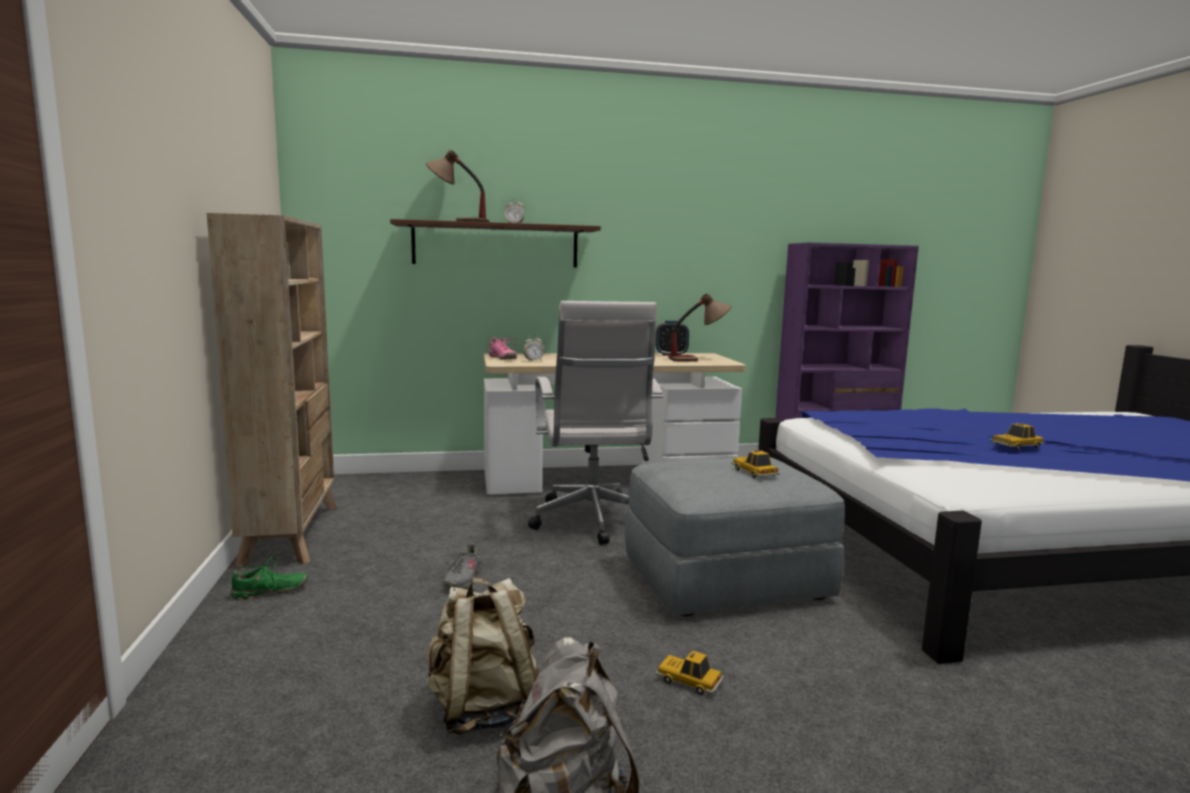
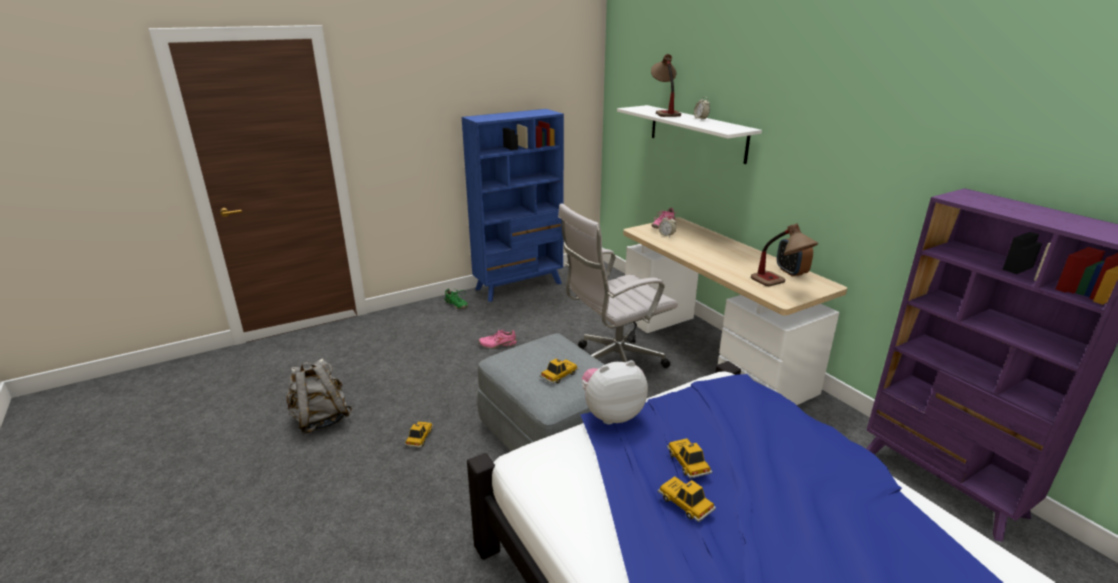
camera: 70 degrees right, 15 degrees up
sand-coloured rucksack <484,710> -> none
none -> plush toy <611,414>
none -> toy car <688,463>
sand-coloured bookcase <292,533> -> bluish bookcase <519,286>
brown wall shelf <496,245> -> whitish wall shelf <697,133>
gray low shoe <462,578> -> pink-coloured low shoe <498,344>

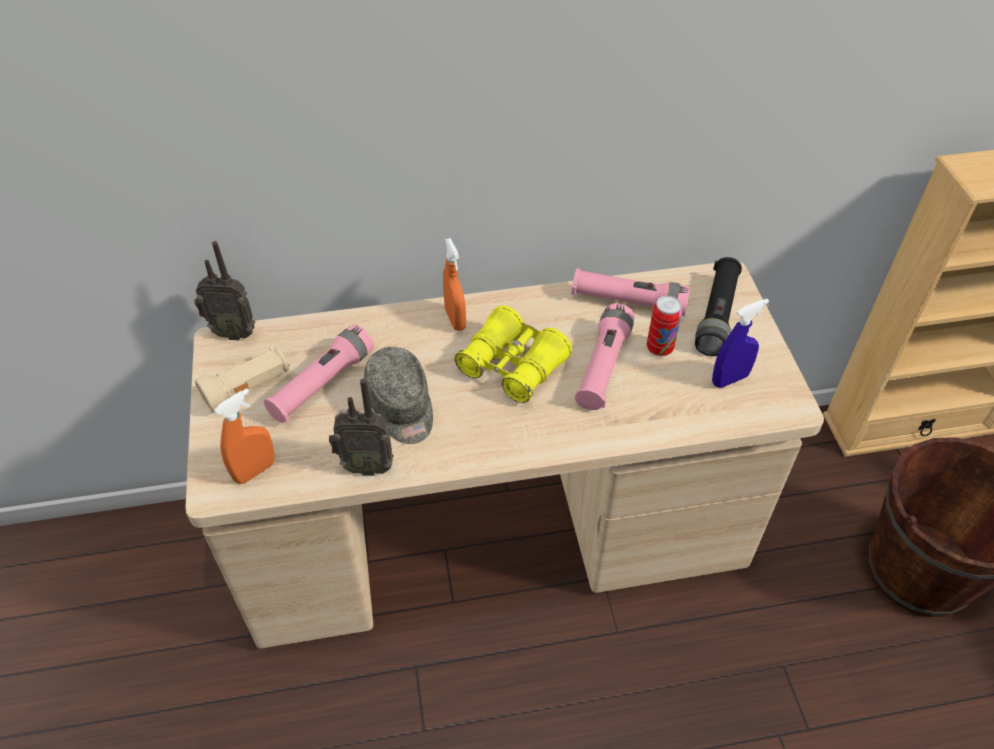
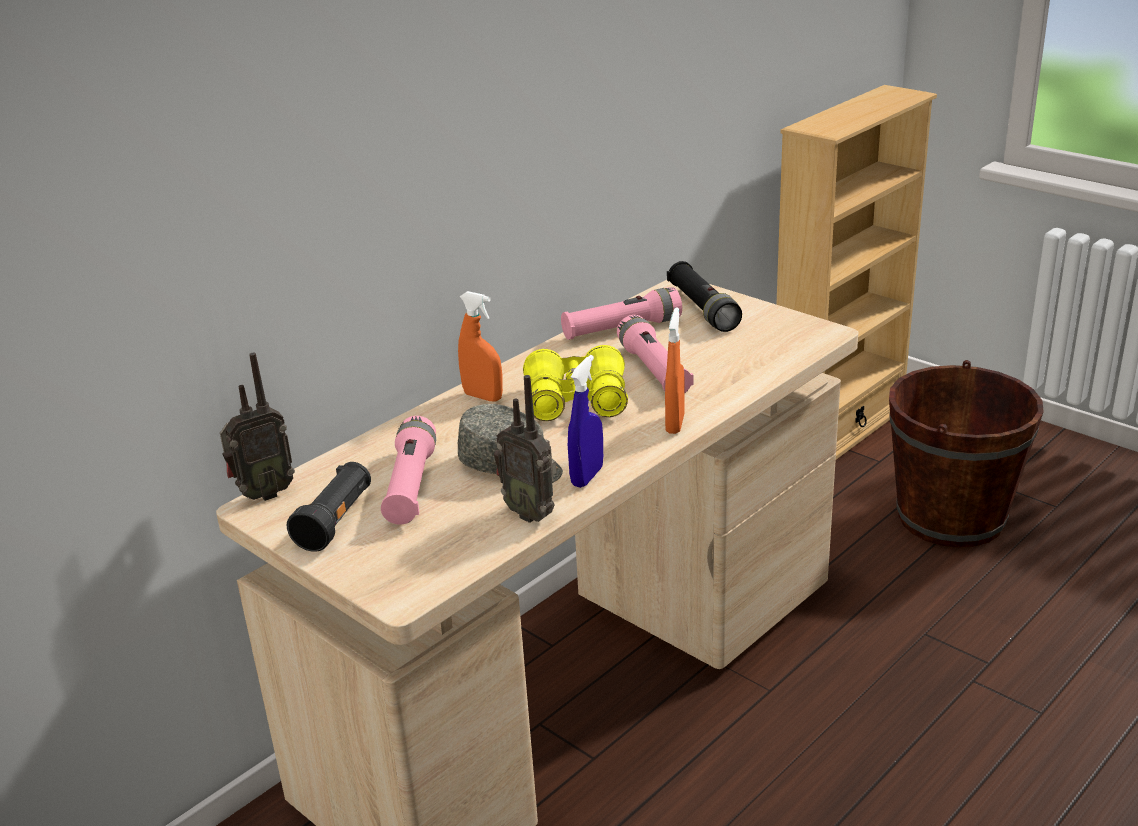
camera: 35 degrees left, 20 degrees down
sealed can <659,348> -> none
orangey sprayer <255,471> -> orangey sprayer <675,424>, move
bluish sprayer <730,379> -> bluish sprayer <587,476>, move
sand-coloured flashlight <248,388> -> blackish flashlight <336,521>
radio <366,465> -> radio <531,513>, 75 degrees clockwise

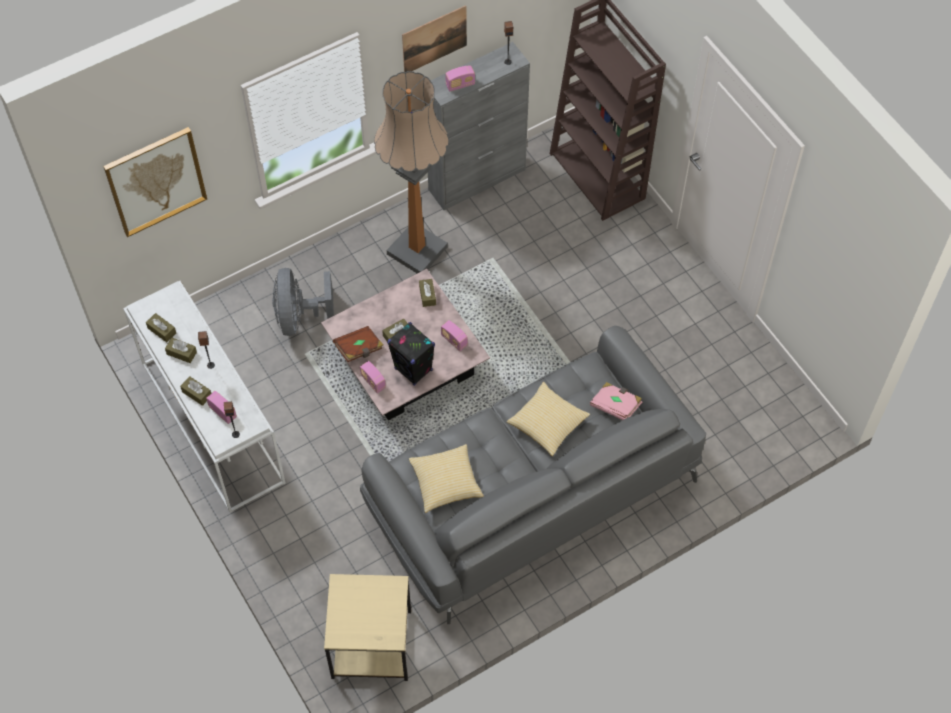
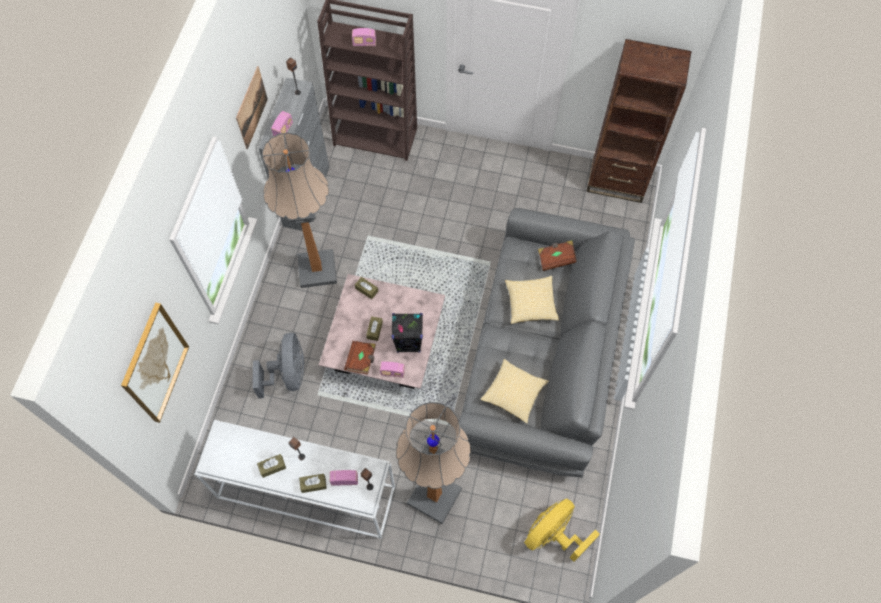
camera: 45 degrees left, 5 degrees up
brown tissue box <162,330> -> none
none -> standing lamp <434,496>
none -> brown bookcase <616,181>
radio <454,340> -> radio <364,43>, move
sand-coloured accent table <370,645> -> yellow electric fan <553,535>
pink-coloured bound book <615,406> -> brown bound book <556,258>
gray electric fan <299,317> -> gray electric fan <288,374>, 135 degrees counterclockwise

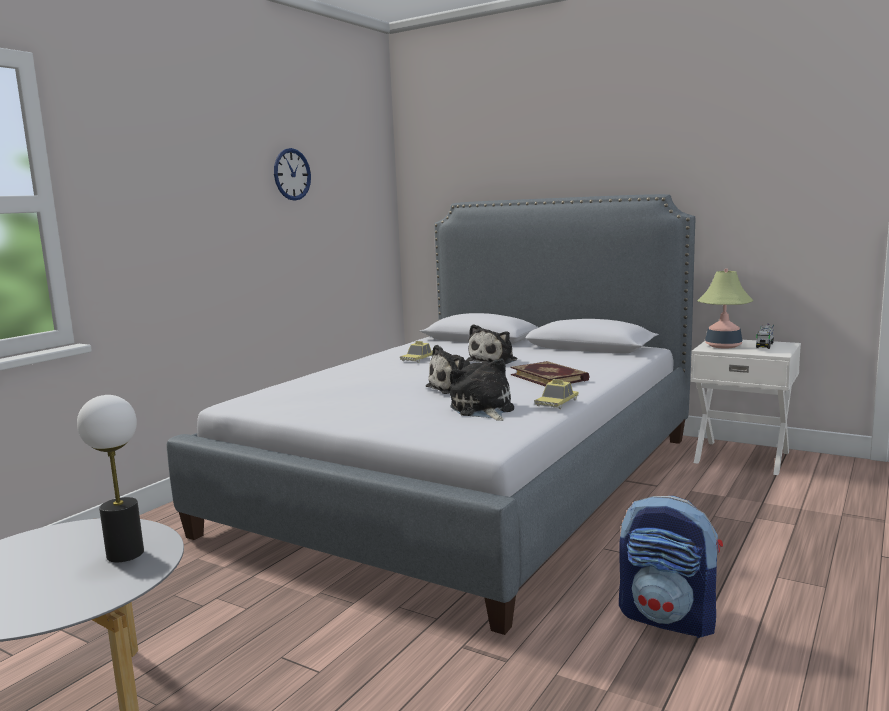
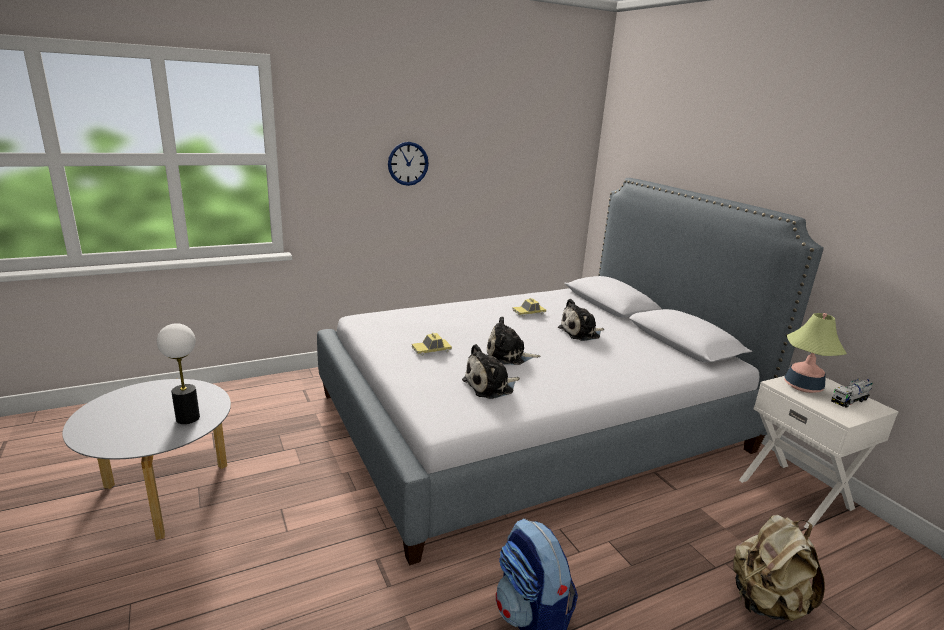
camera: 30 degrees right, 10 degrees up
bound book <550,377> -> none
none -> sand-coloured rucksack <766,602>
wall clock <292,174> -> wall clock <408,163>, move
toy car <556,403> -> toy car <431,350>, move
plush toy <483,409> -> plush toy <490,386>, 135 degrees counterclockwise

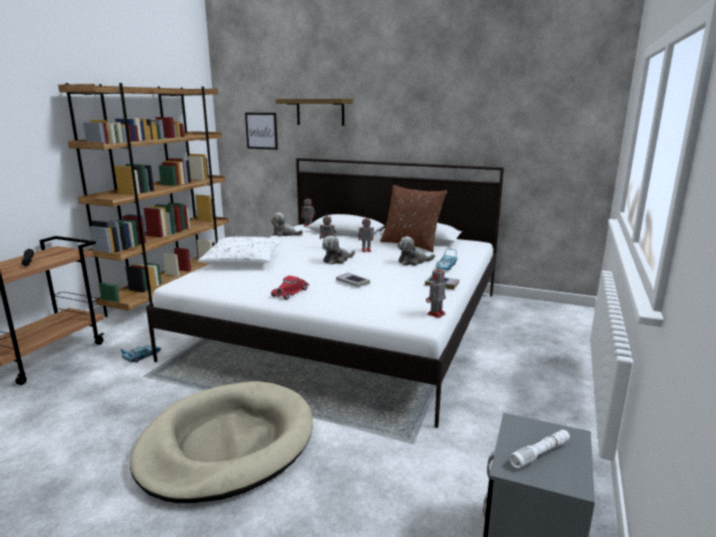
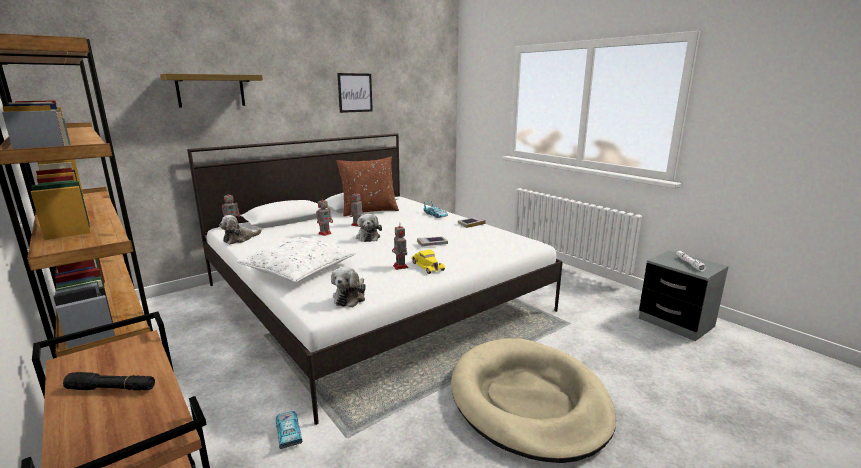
camera: 60 degrees left, 0 degrees up
wall picture <261,131> -> wall picture <355,92>, move
plush toy <413,262> -> plush toy <350,297>, move
toy robot <435,314> -> toy robot <400,267>, move
reddish toy car <291,292> -> yellow toy car <427,266>

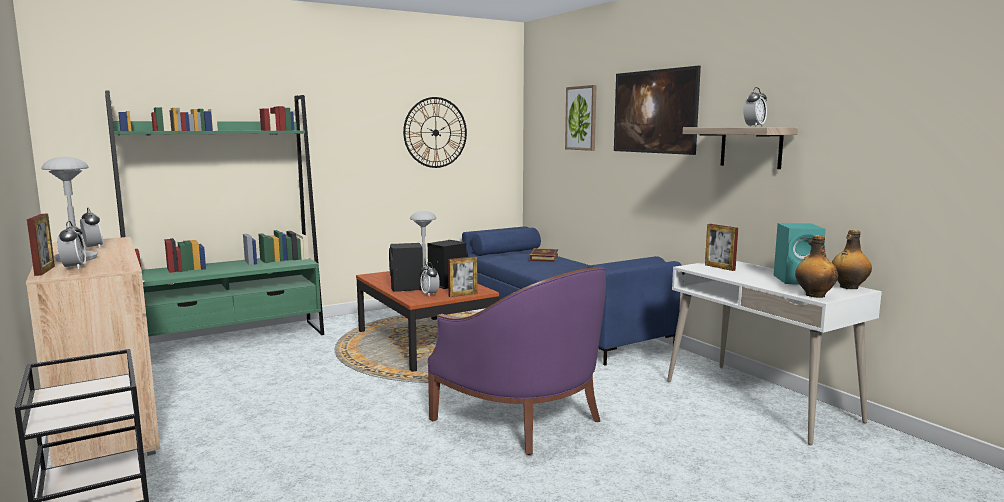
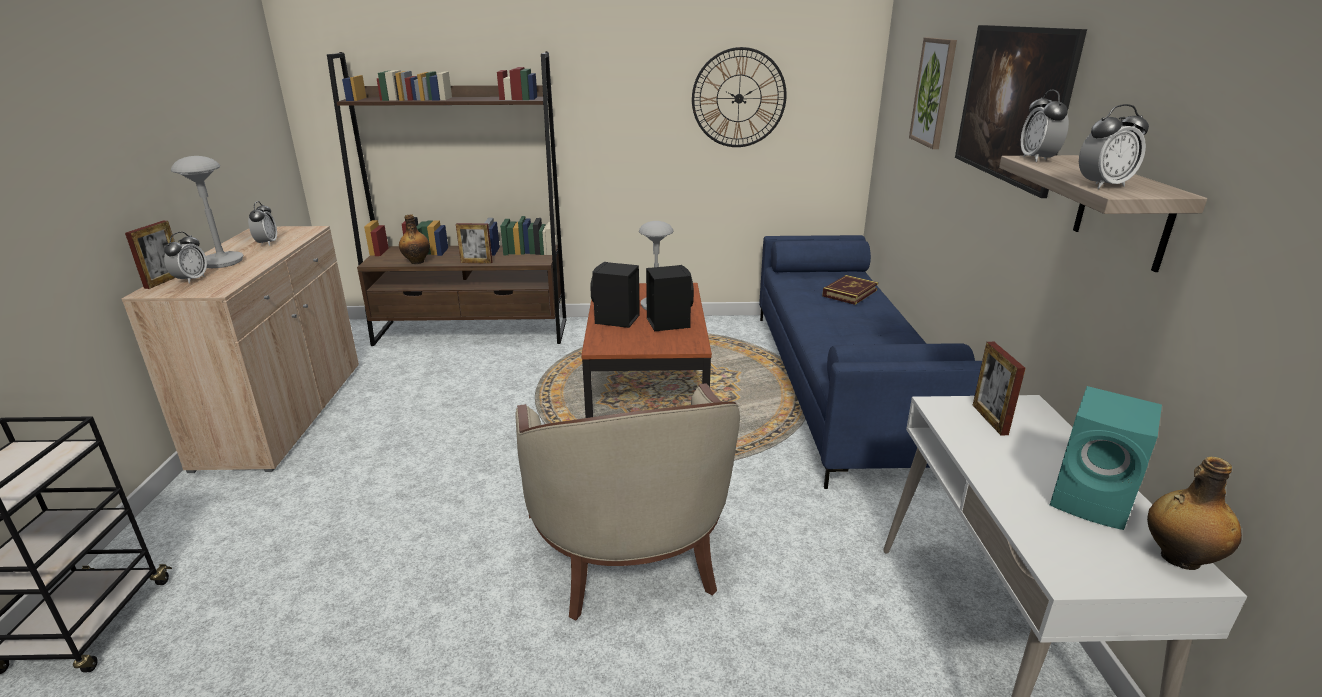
camera: 30 degrees right, 15 degrees up
alarm clock <430,294> -> alarm clock <1037,159>, move
standing frame <463,295> -> standing frame <476,262>, move
bottle <814,295> -> bottle <417,261>, move
greenish bookcase <232,341> -> brown bookcase <473,332>
purplish armchair <522,418> -> sand-coloured armchair <628,550>

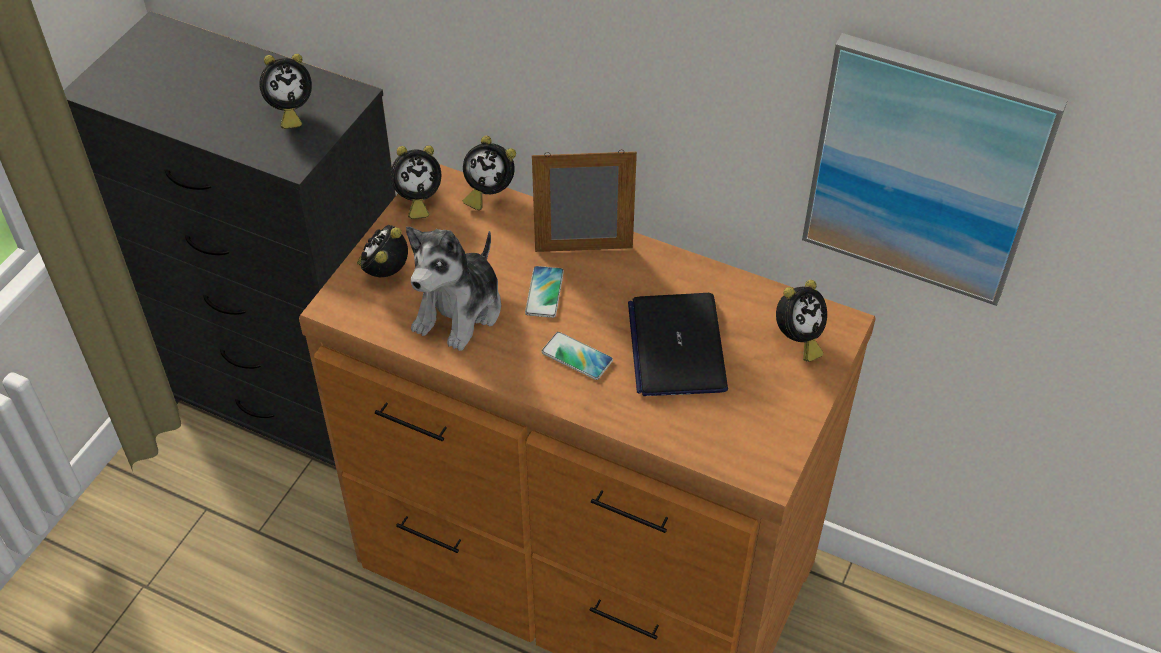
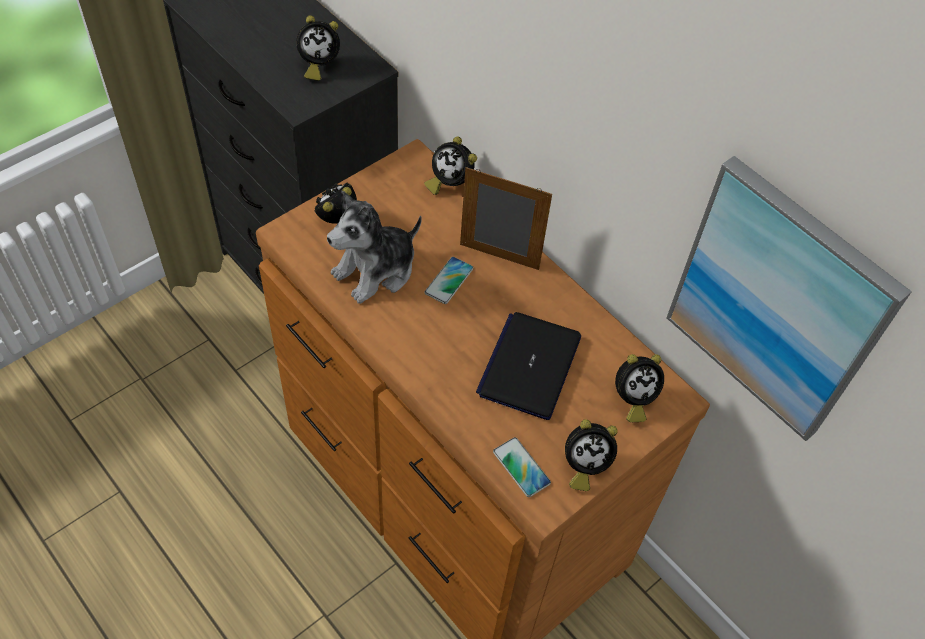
camera: 20 degrees right, 5 degrees up
alarm clock <417,200> -> alarm clock <583,465>, move
handset <577,357> -> handset <521,467>, move

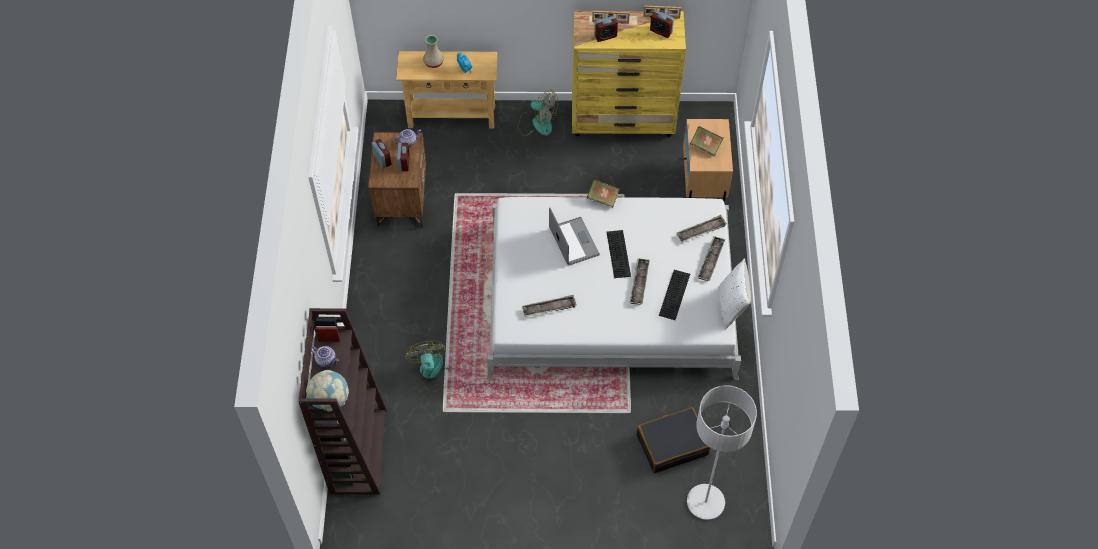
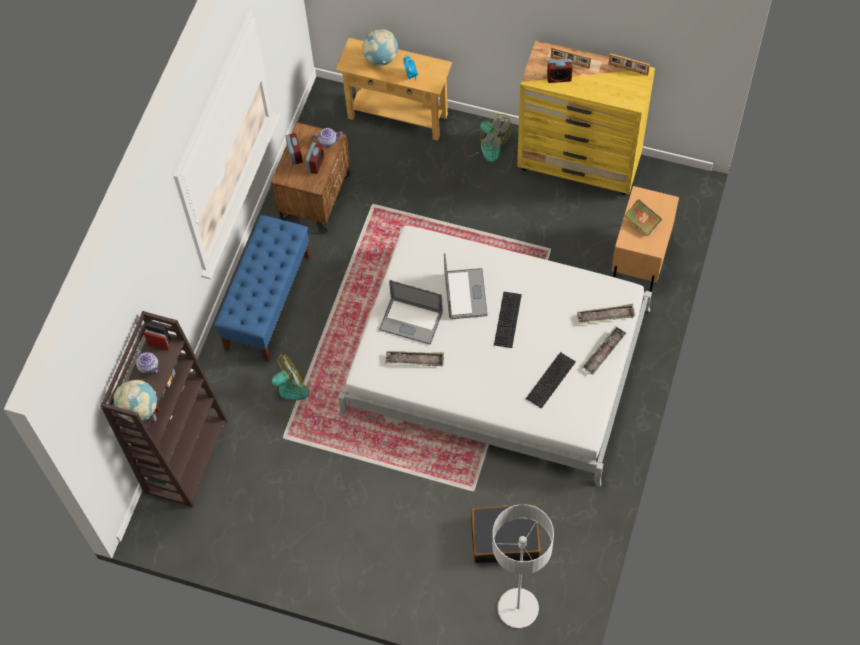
camera: 20 degrees right, 5 degrees up
bound book <603,199> -> none
carrying tray <639,283> -> none
alarm clock <661,31> -> none
whitish throw pillow <731,307> -> none
none -> bluish long seat <268,302>
none -> portable computer <411,321>
sand-coloured vase <434,62> -> desk globe <381,58>
electric fan <433,372> -> electric fan <286,394>, 60 degrees clockwise

